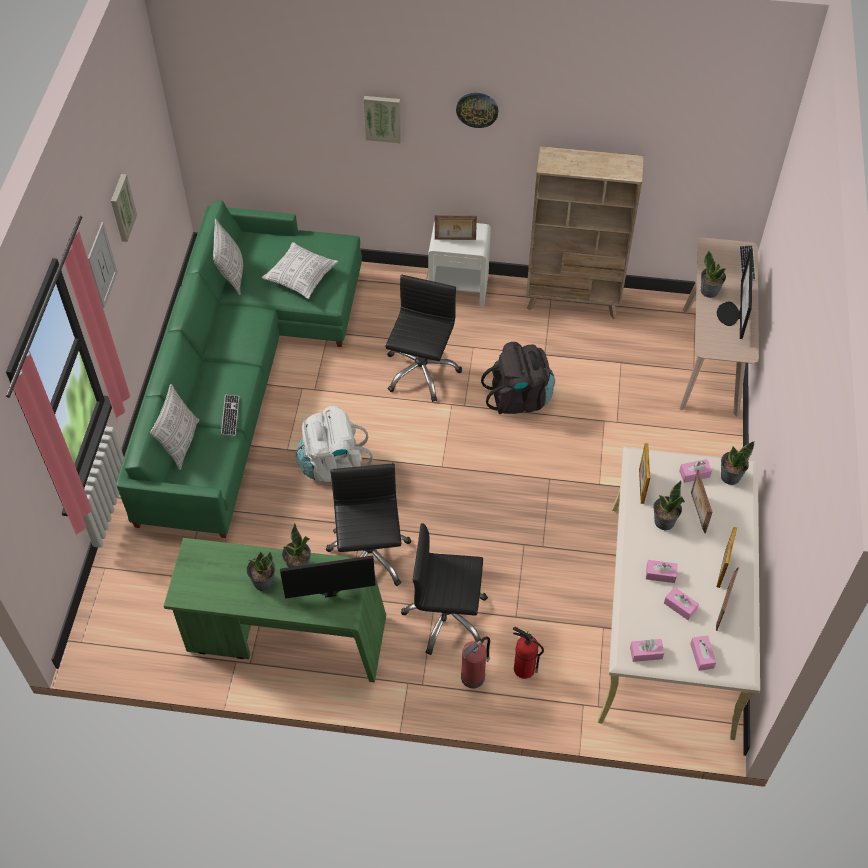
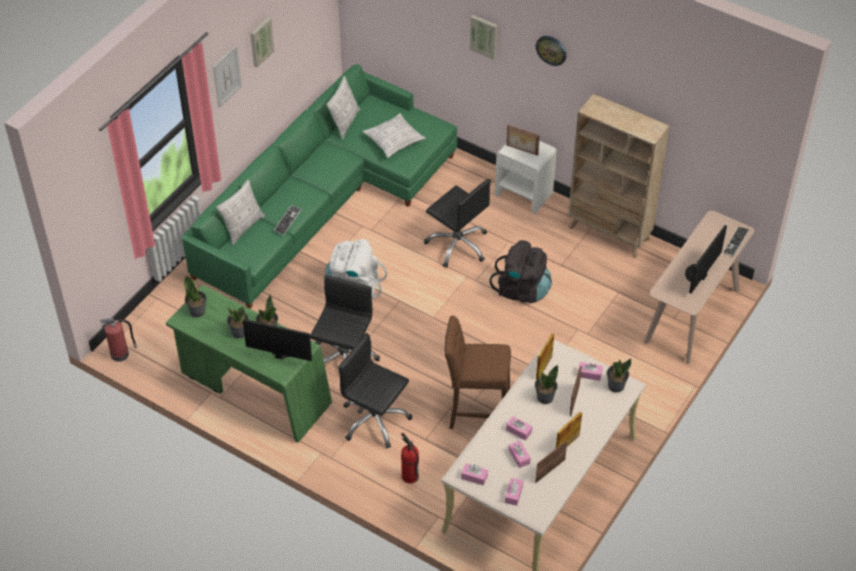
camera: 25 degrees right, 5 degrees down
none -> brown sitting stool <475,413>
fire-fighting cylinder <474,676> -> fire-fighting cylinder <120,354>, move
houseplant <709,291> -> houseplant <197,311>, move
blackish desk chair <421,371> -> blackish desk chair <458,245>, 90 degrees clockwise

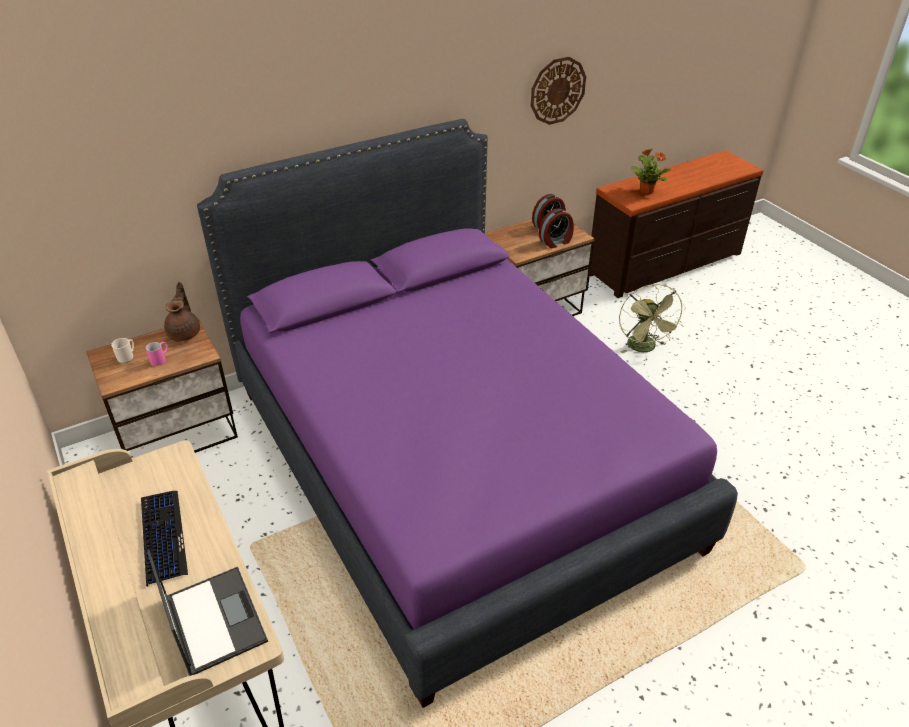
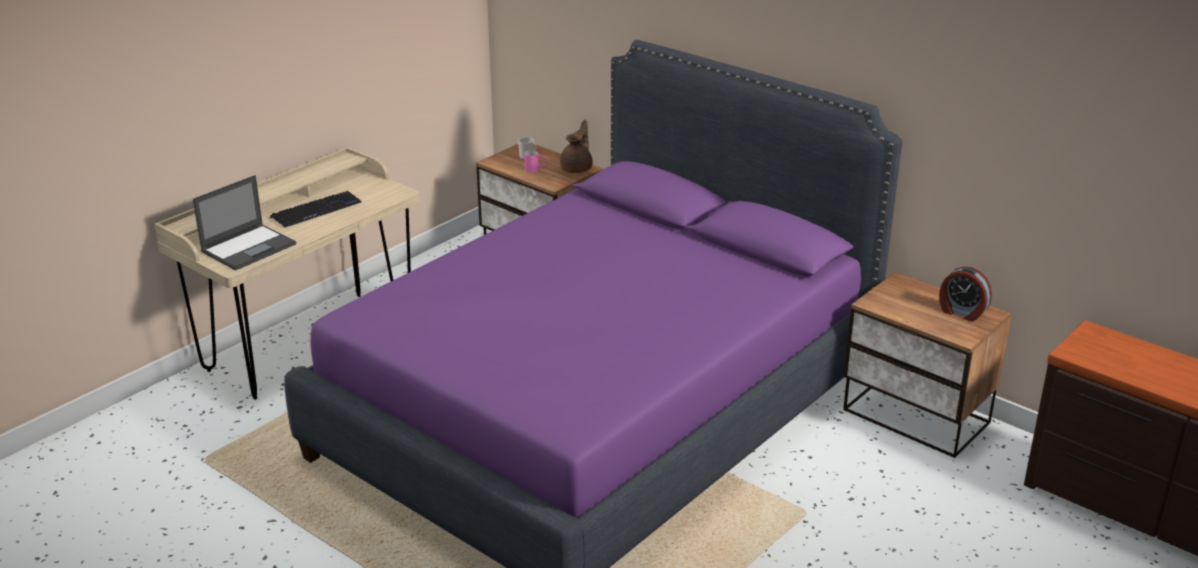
camera: 70 degrees right, 10 degrees down
wall clock <557,90> -> none
alarm clock <556,242> -> none
greenish electric fan <644,348> -> none
houseplant <646,191> -> none
brown tea pot <185,332> -> brown tea pot <577,168>, 45 degrees counterclockwise

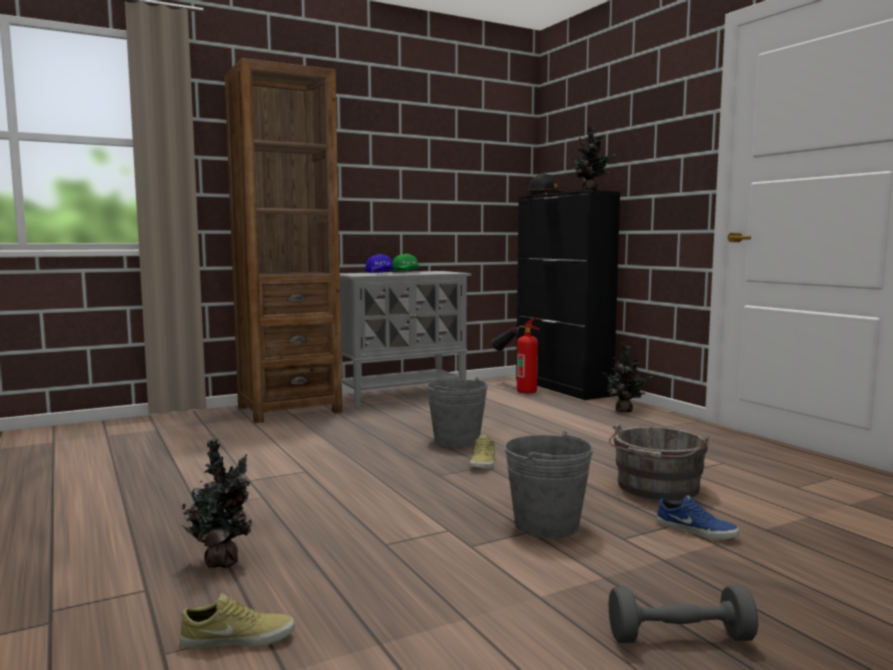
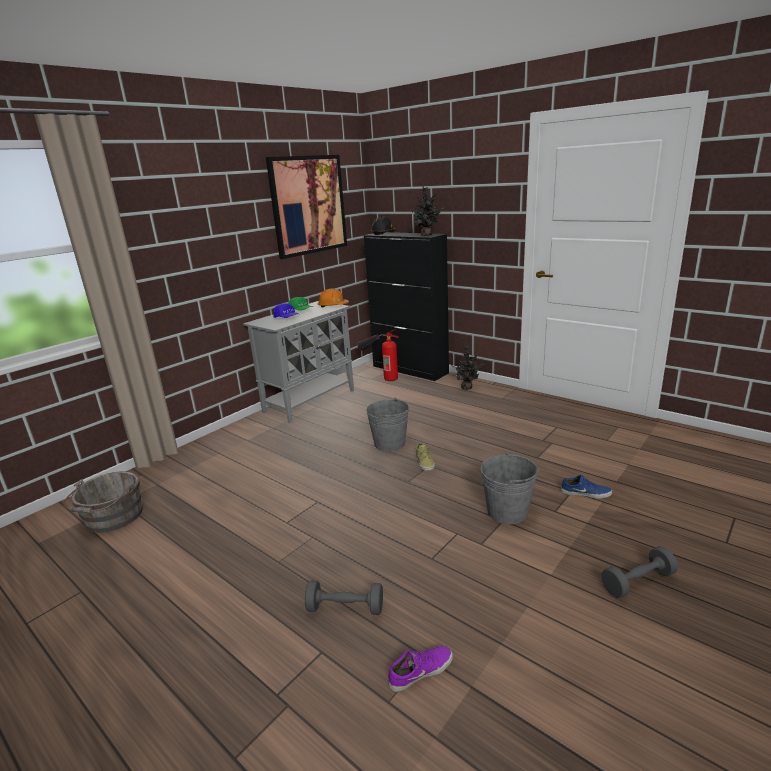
camera: 20 degrees left, 15 degrees up
brown bookcase <289,409> -> none
none -> wall picture <308,205>
none -> orangey safety helmet <333,306>
gray bucket <656,488> -> gray bucket <112,518>, move
houseplant <222,561> -> gray free weight <345,608>
sand-coloured low shoe <238,638> -> purplish low shoe <420,670>

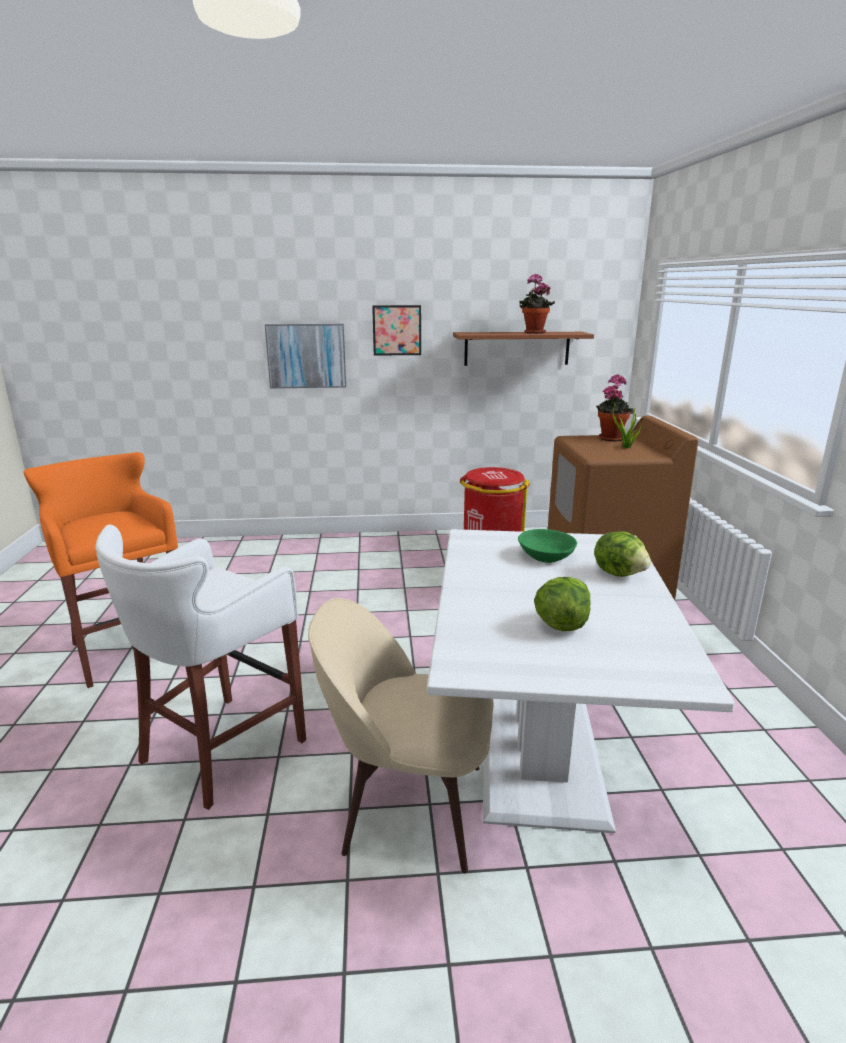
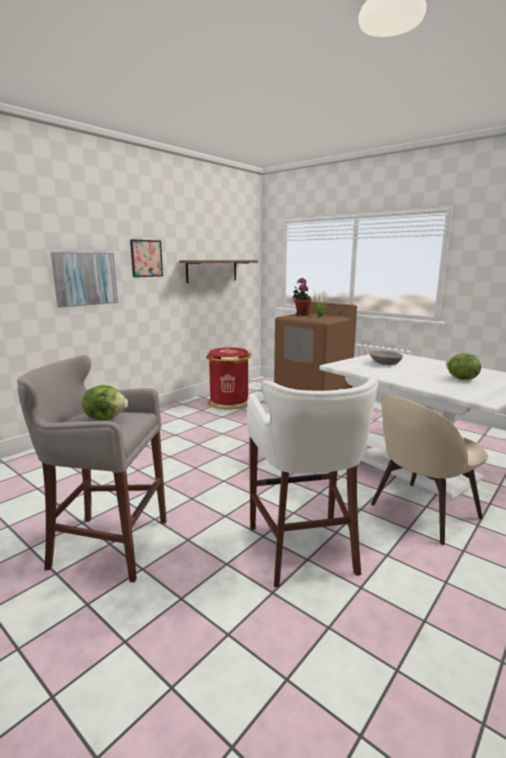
camera: 45 degrees left, 5 degrees down
houseplant <533,333> -> none
lettuce head <619,573> -> lettuce head <106,418>, move
orangey sitting stool <127,648> -> gray sitting stool <106,545>
greenish serving bowl <546,556> -> gray serving bowl <385,363>

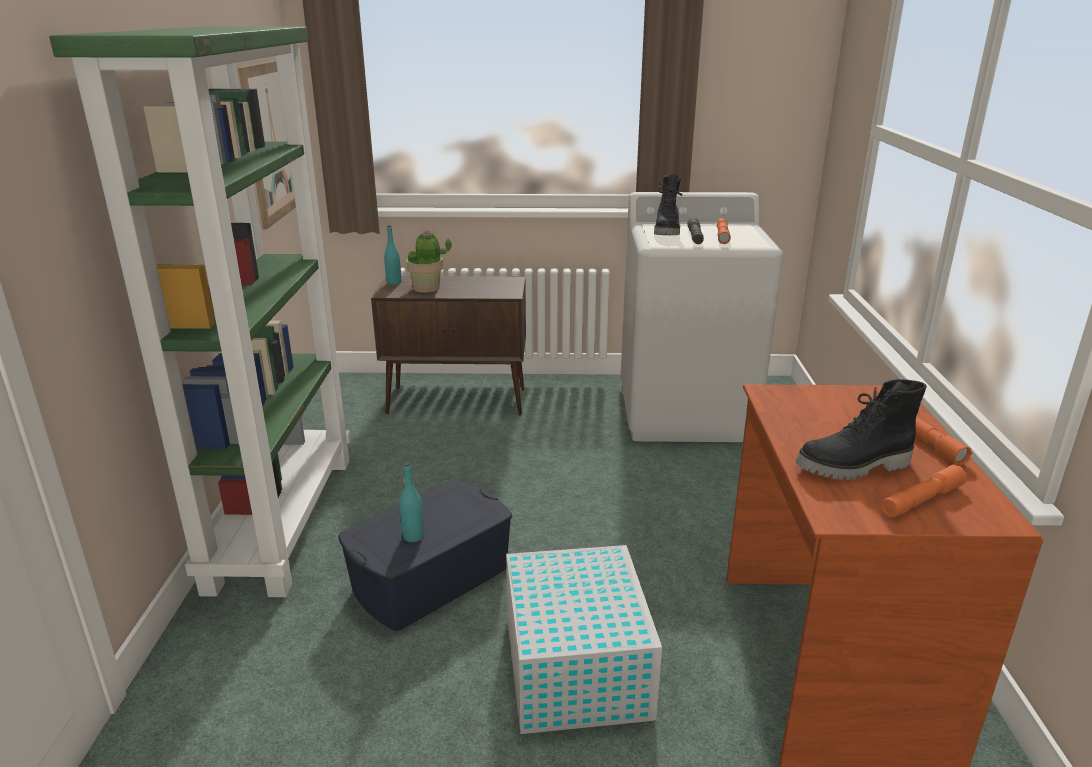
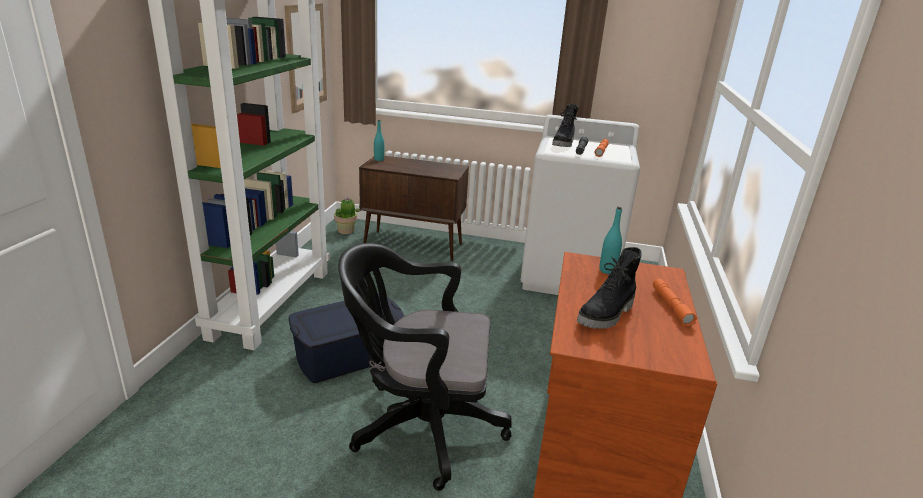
camera: 10 degrees right, 0 degrees up
orangey flashlight <922,500> -> none
turquoise bottle <413,536> -> turquoise bottle <607,270>, move
houseplant <427,288> -> houseplant <346,231>, move
whitish storage bin <576,665> -> blackish desk chair <420,426>
blackish boot <854,467> -> blackish boot <607,315>, 45 degrees counterclockwise

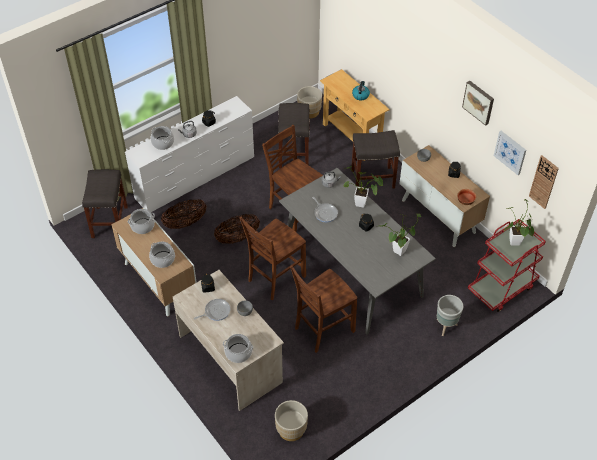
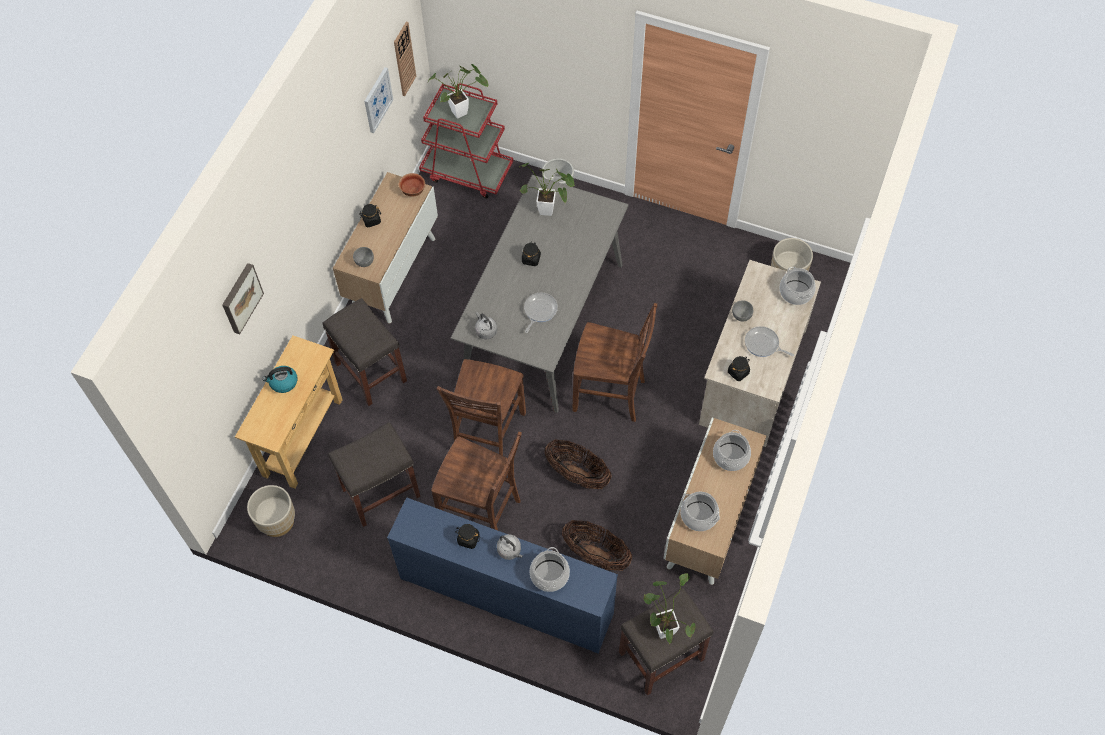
camera: 120 degrees left, 10 degrees up
brown chair <322,329> -> brown chair <482,511>, move
houseplant <363,204> -> houseplant <663,626>, move
wall picture <479,102> -> wall picture <240,298>, move
whitish dresser <195,177> -> bluish dresser <506,595>

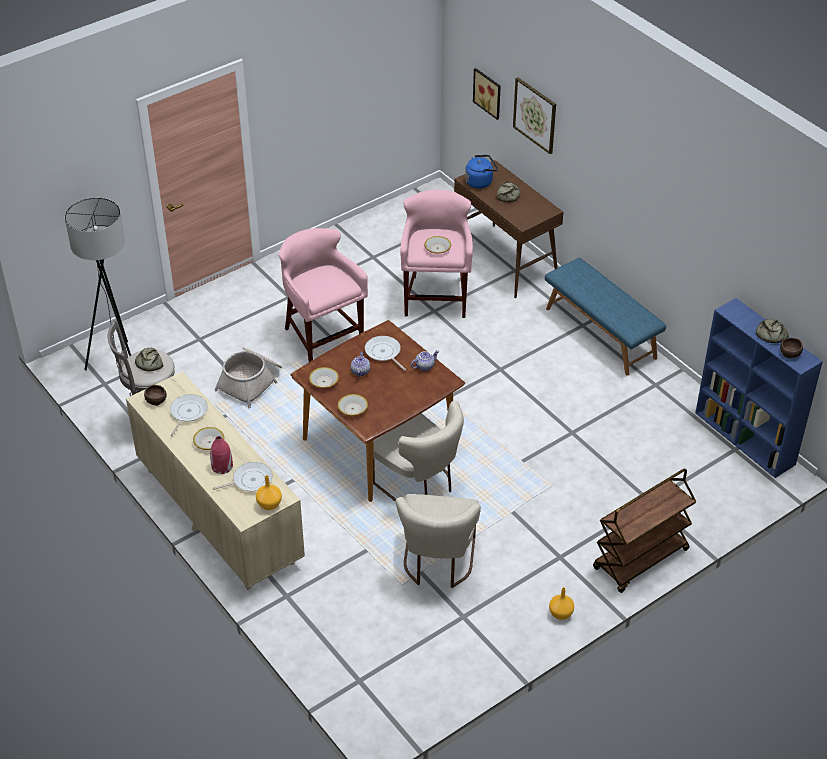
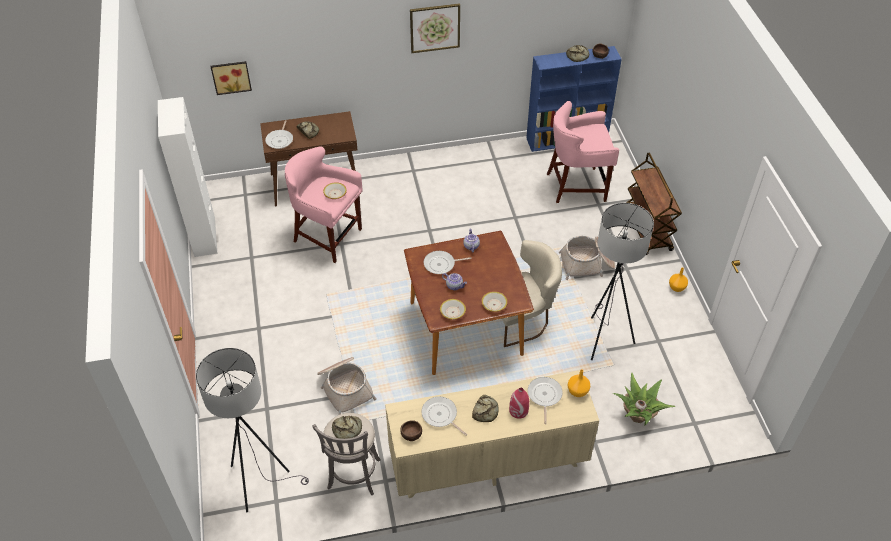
camera: 65 degrees left, 5 degrees up
bluish long seat <601,333> -> none
none -> whitish storage cabinet <204,237>
none -> basket <587,264>
none -> houseplant <638,415>
pink-coloured sitting stool <322,338> -> pink-coloured sitting stool <577,186>, move
wall picture <535,115> -> wall picture <435,27>, move
serving bowl <209,442> -> bakery bread <485,410>
sand-coloured chair <438,563> -> gray standing lamp <603,337>
bluish tea kettle <480,181> -> skillet <280,140>

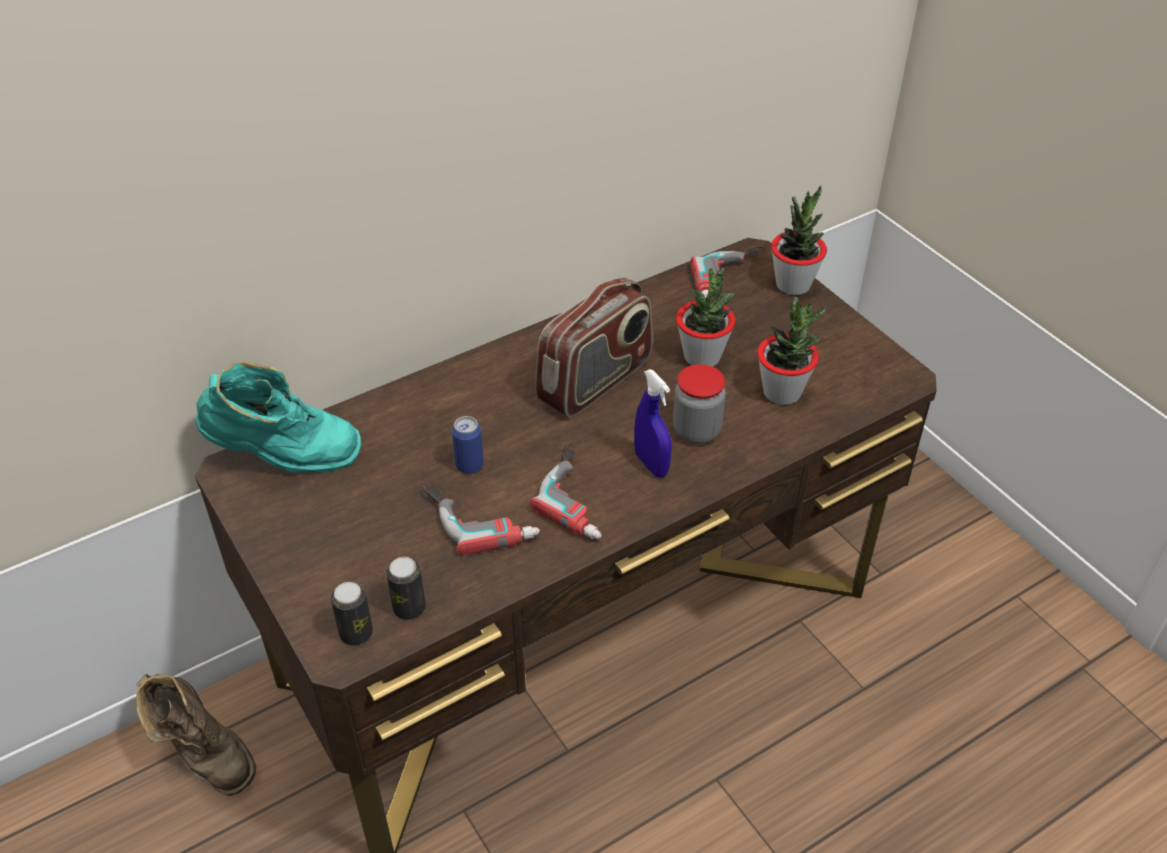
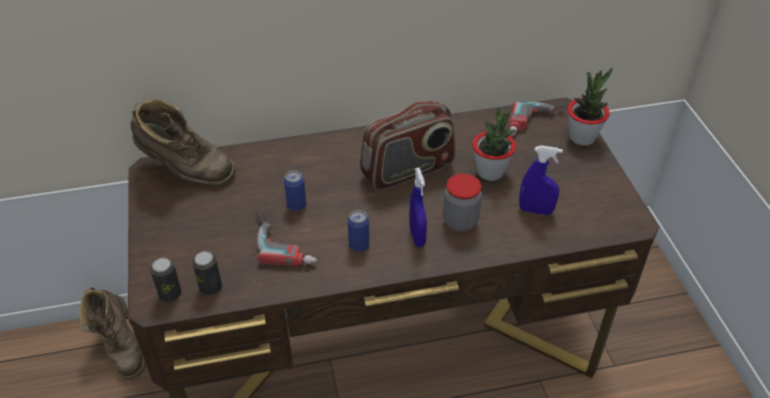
camera: 20 degrees right, 0 degrees up
drill <581,496> -> sealed can <359,245>
houseplant <782,392> -> bluish sprayer <535,210>
turquoise boot <285,459> -> brown boot <185,171>

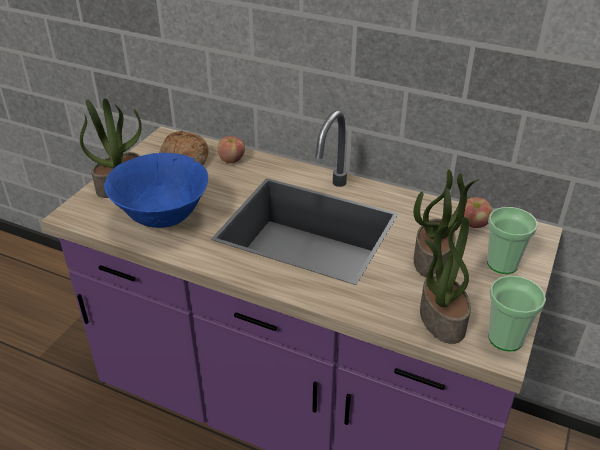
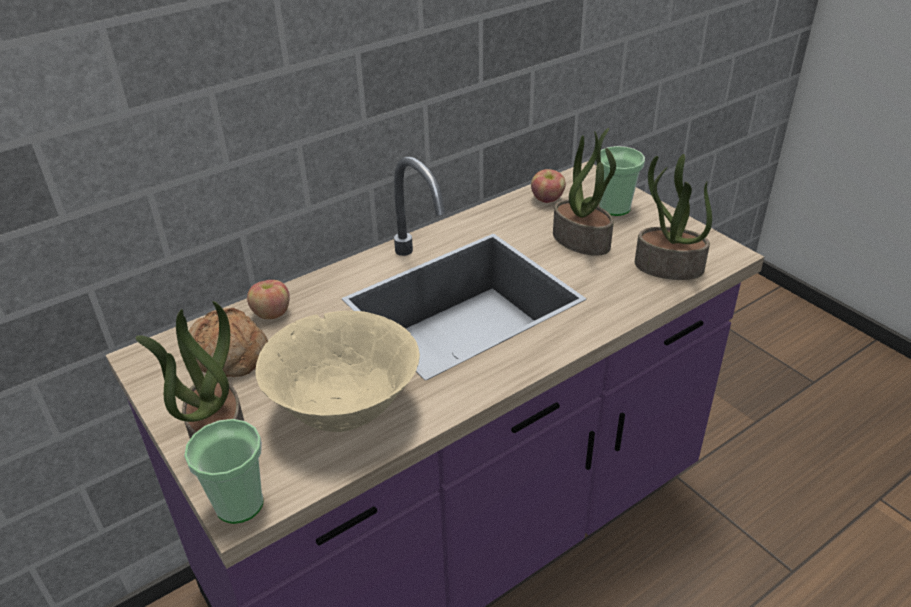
camera: 60 degrees left, 0 degrees up
small cup <505,338> -> small cup <239,504>, move
bluish serving bowl <162,219> -> sand-coloured serving bowl <344,412>

